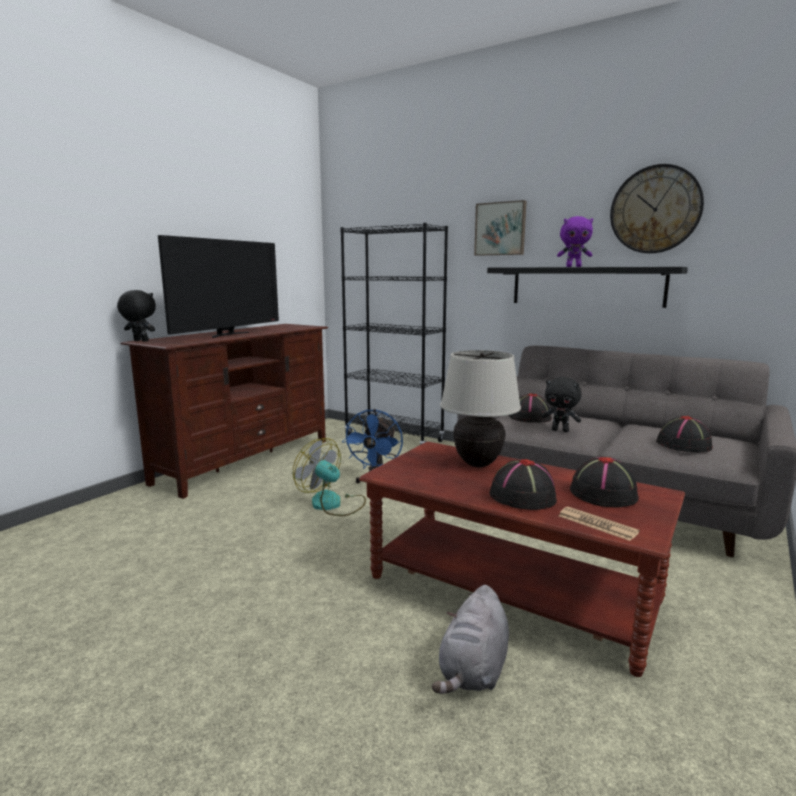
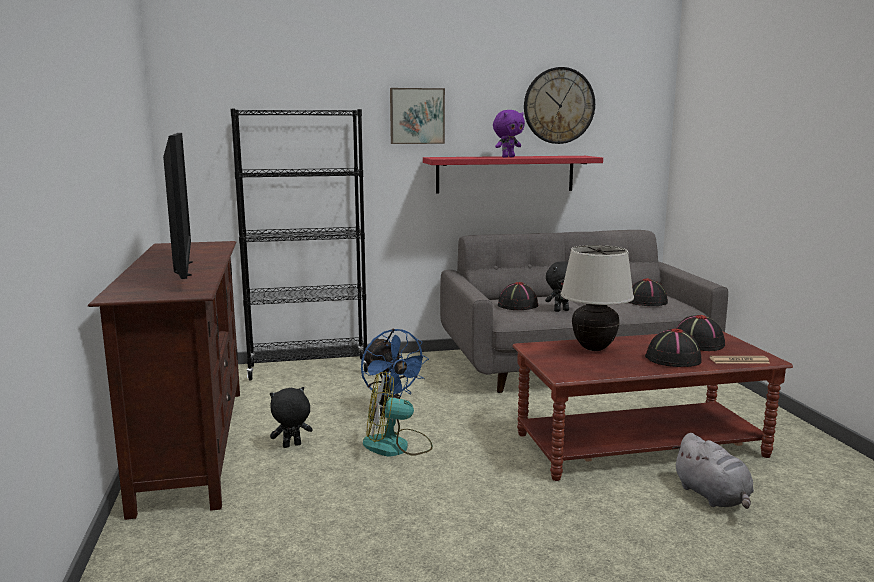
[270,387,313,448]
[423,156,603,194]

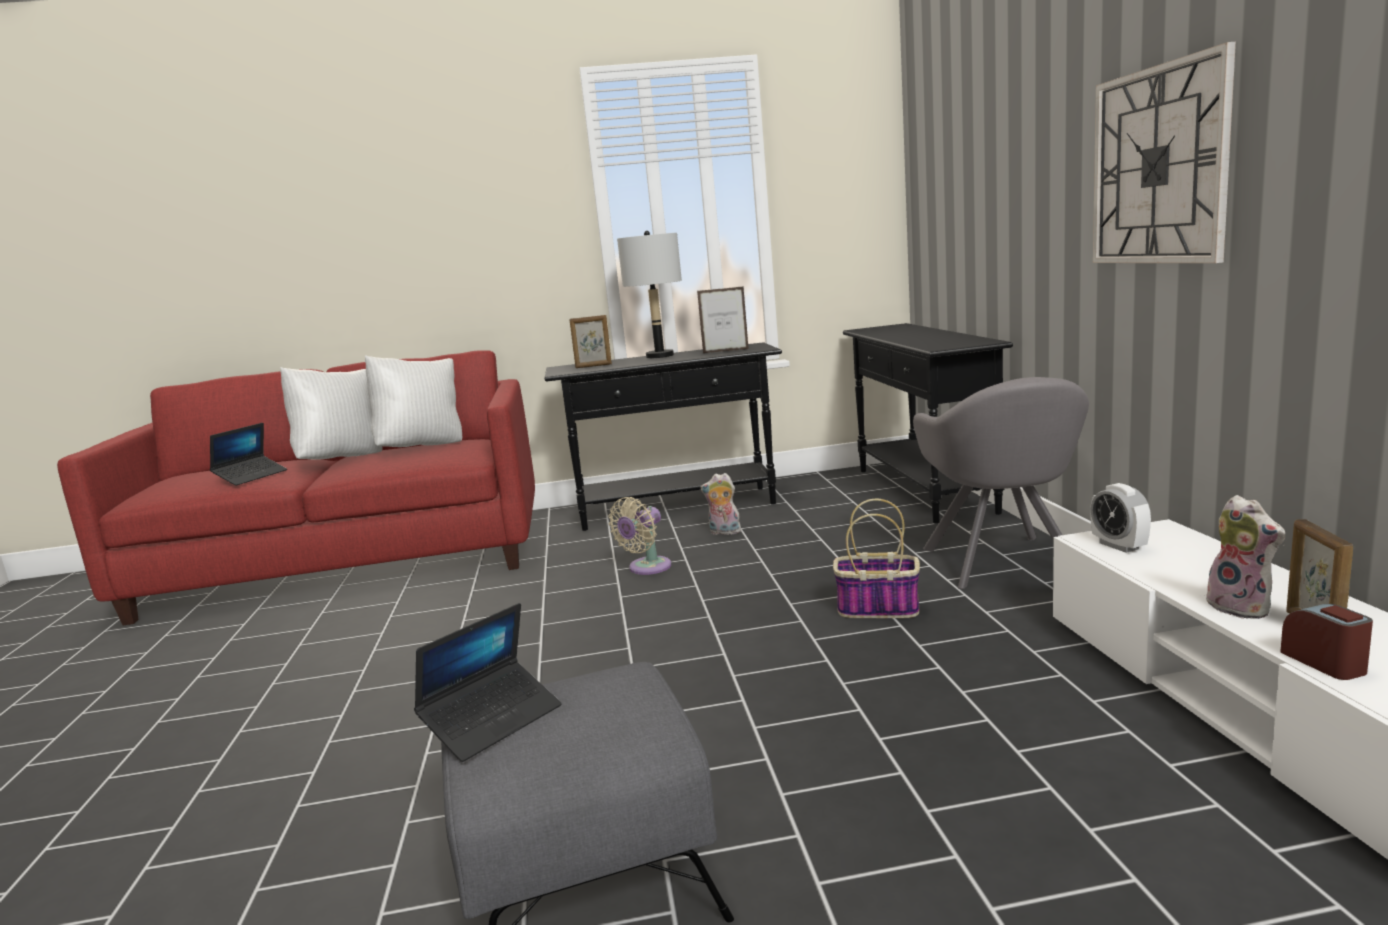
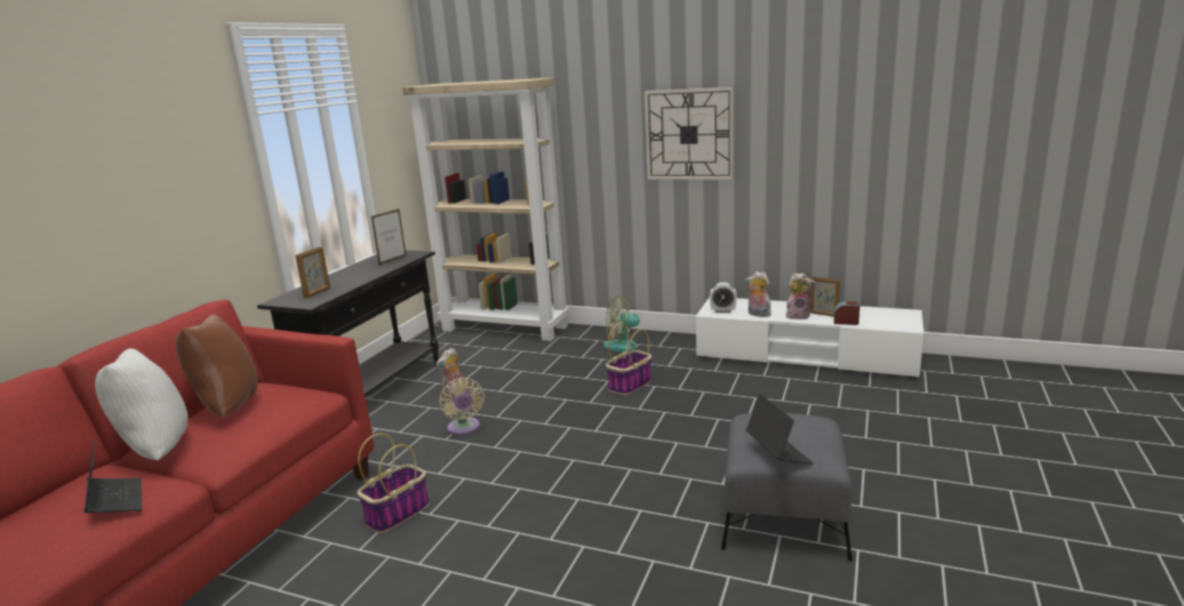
[176,315,258,417]
[357,433,429,533]
[402,78,570,341]
[604,295,653,352]
[745,272,771,317]
[617,231,682,358] (first image)

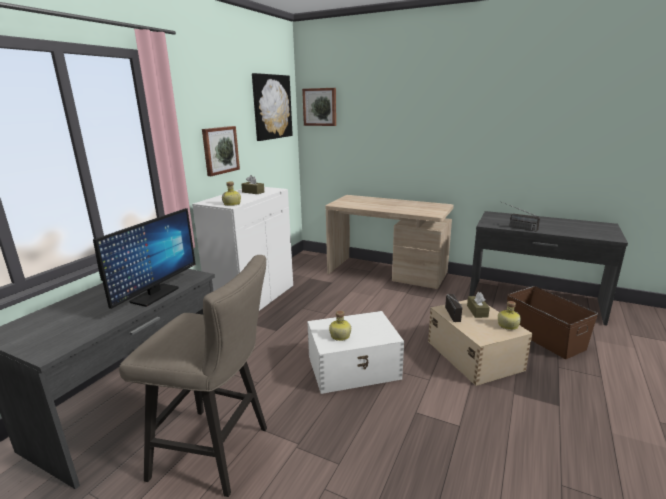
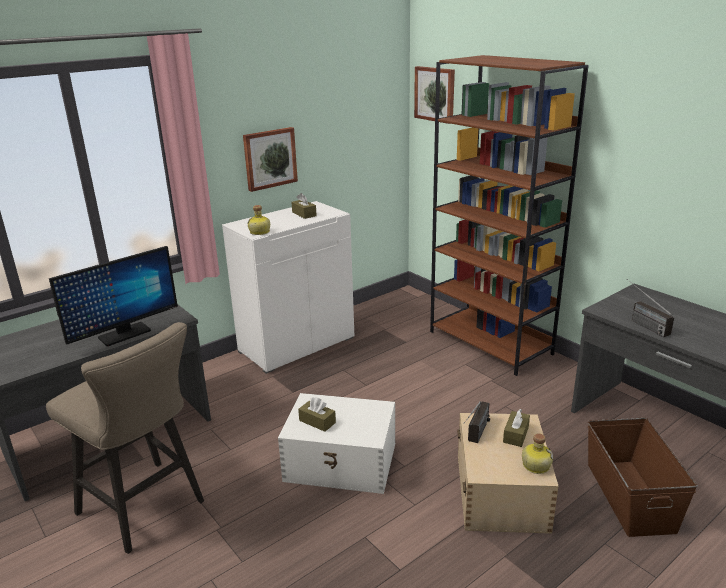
[298,397,336,432]
[430,55,589,376]
[252,73,293,141] (first image)

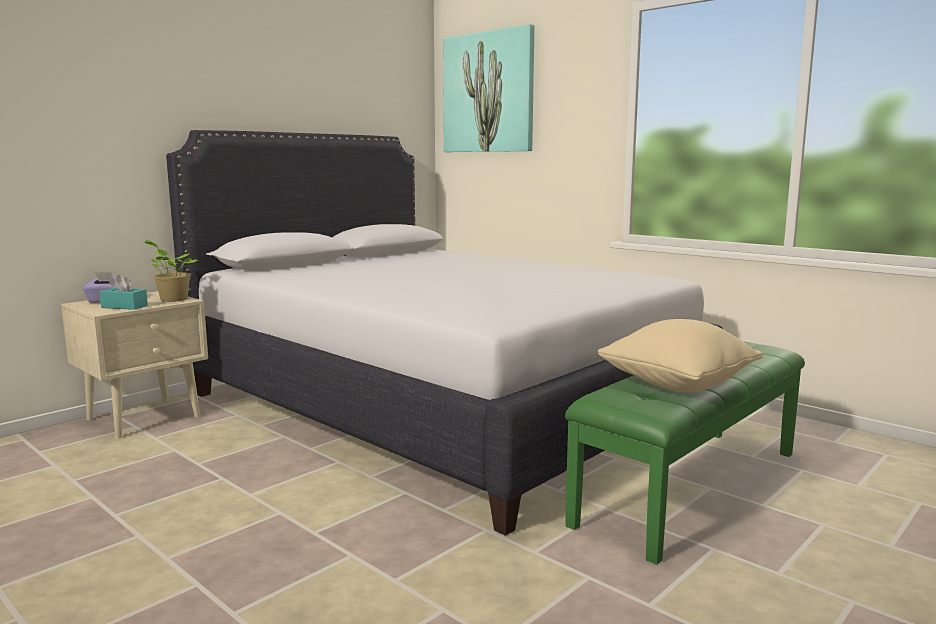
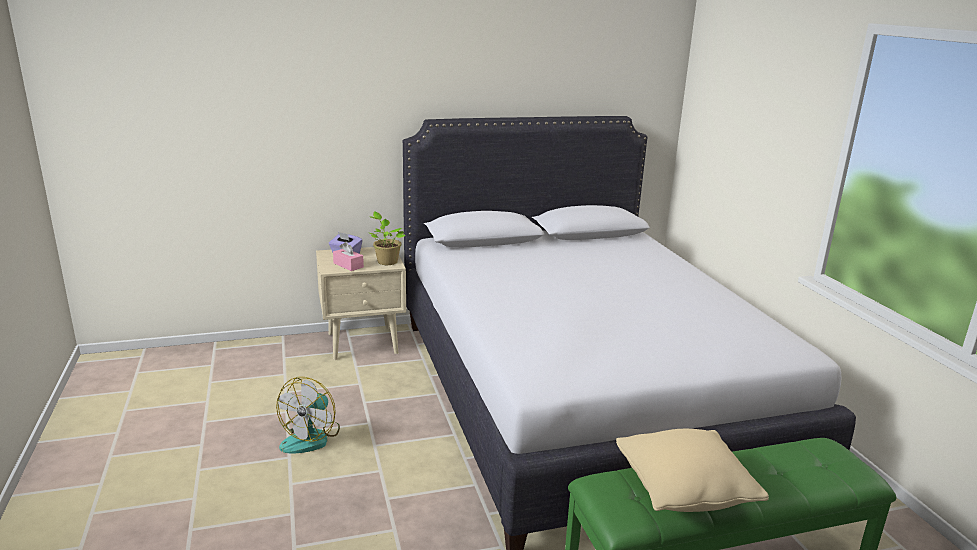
[276,377,340,453]
[333,242,364,271]
[443,24,534,152] (first image)

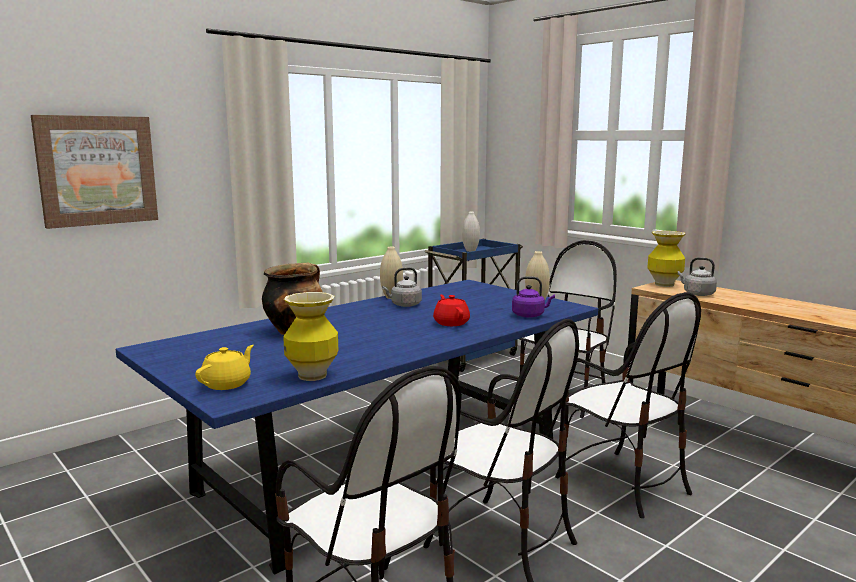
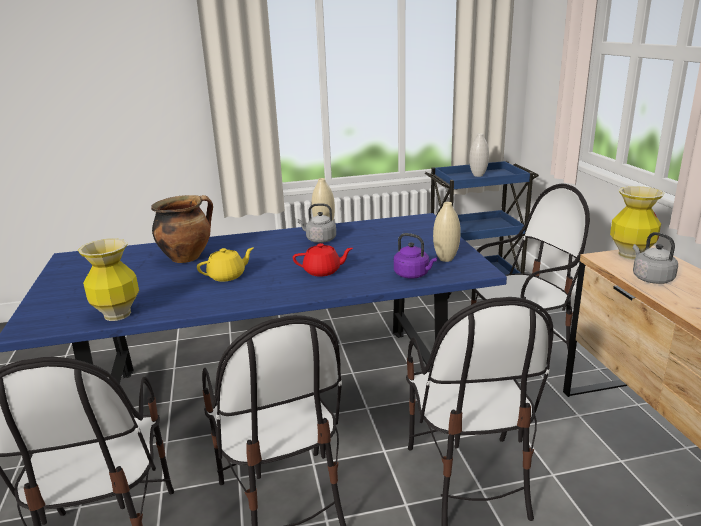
[197,247,254,282]
[293,243,353,277]
[31,115,158,229] (first image)

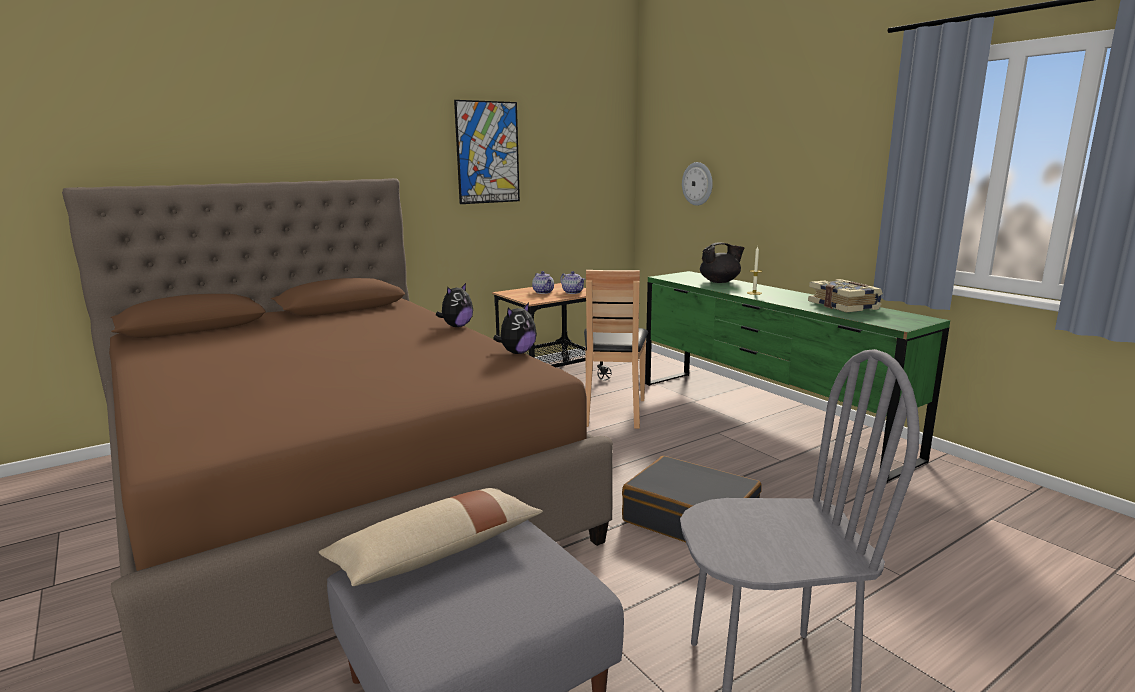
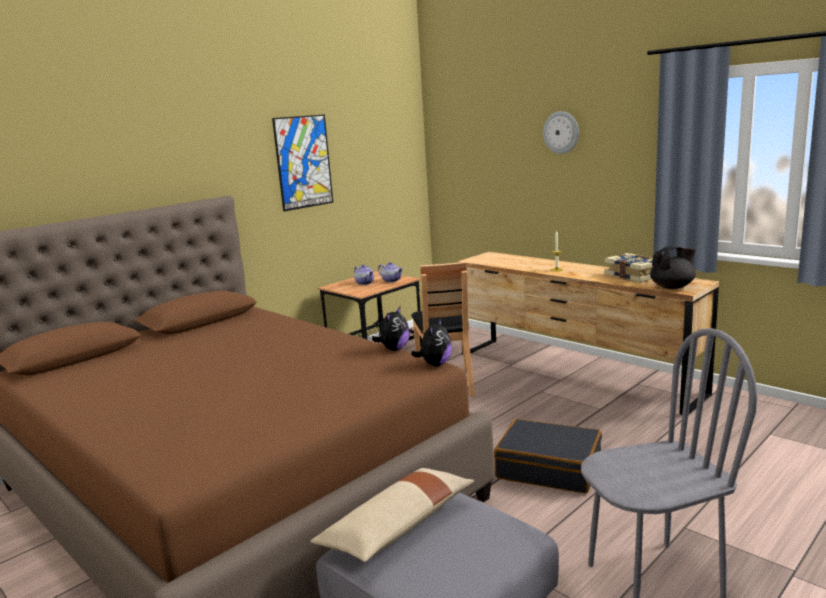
[411,318,452,366]
[458,252,719,415]
[543,111,579,154]
[650,246,696,289]

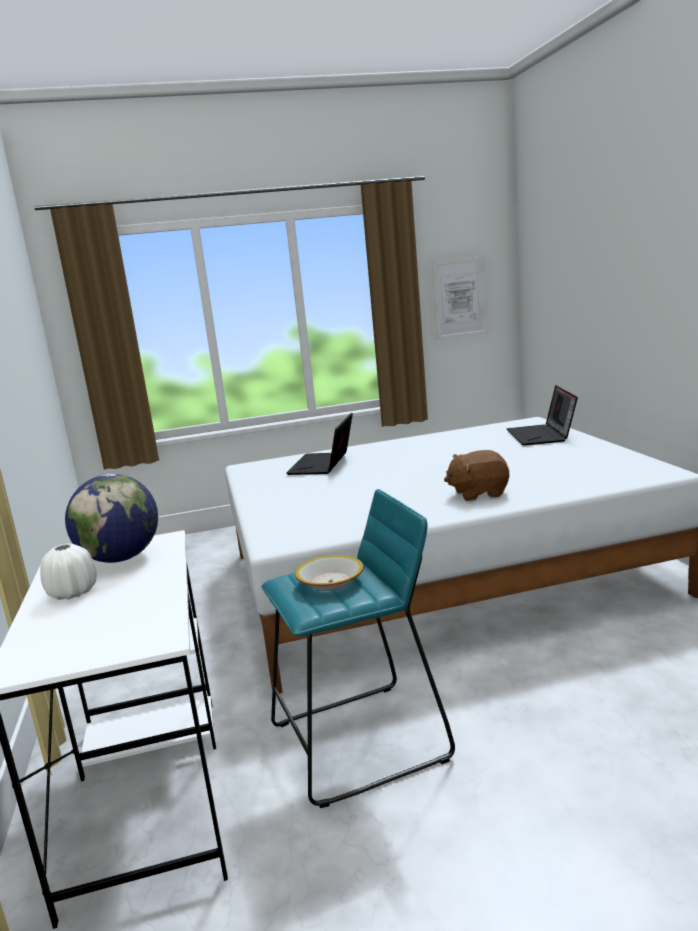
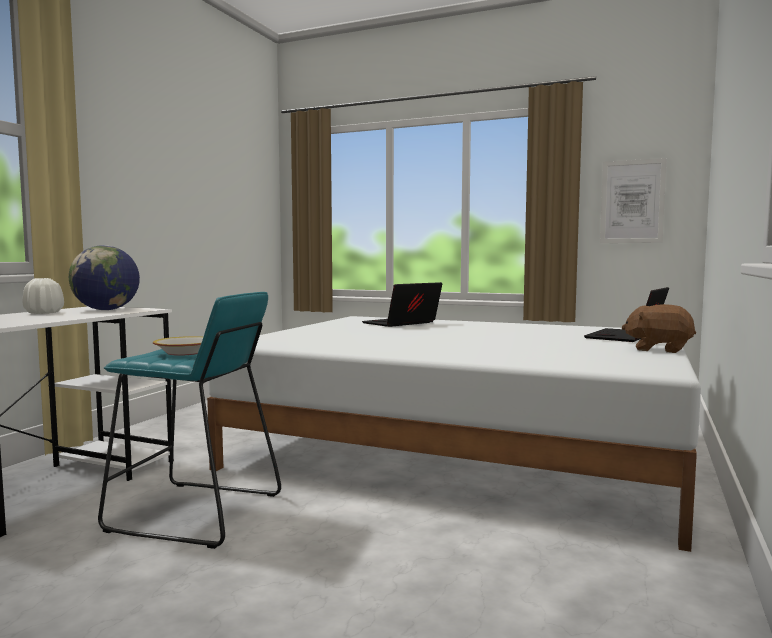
[621,304,696,353]

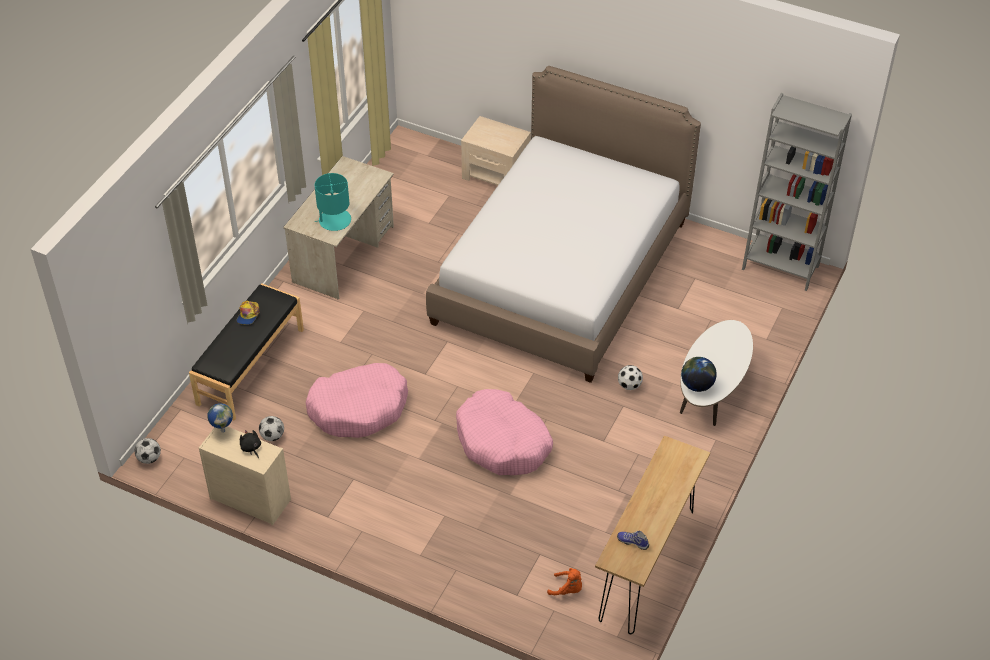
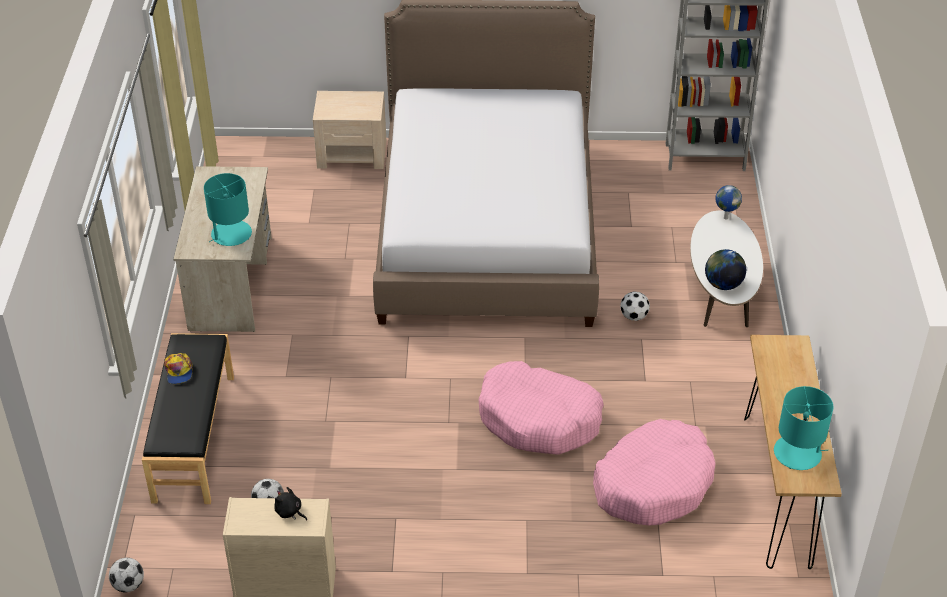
[593,419,716,526]
[716,185,742,219]
[774,386,834,470]
[547,568,582,595] (first image)

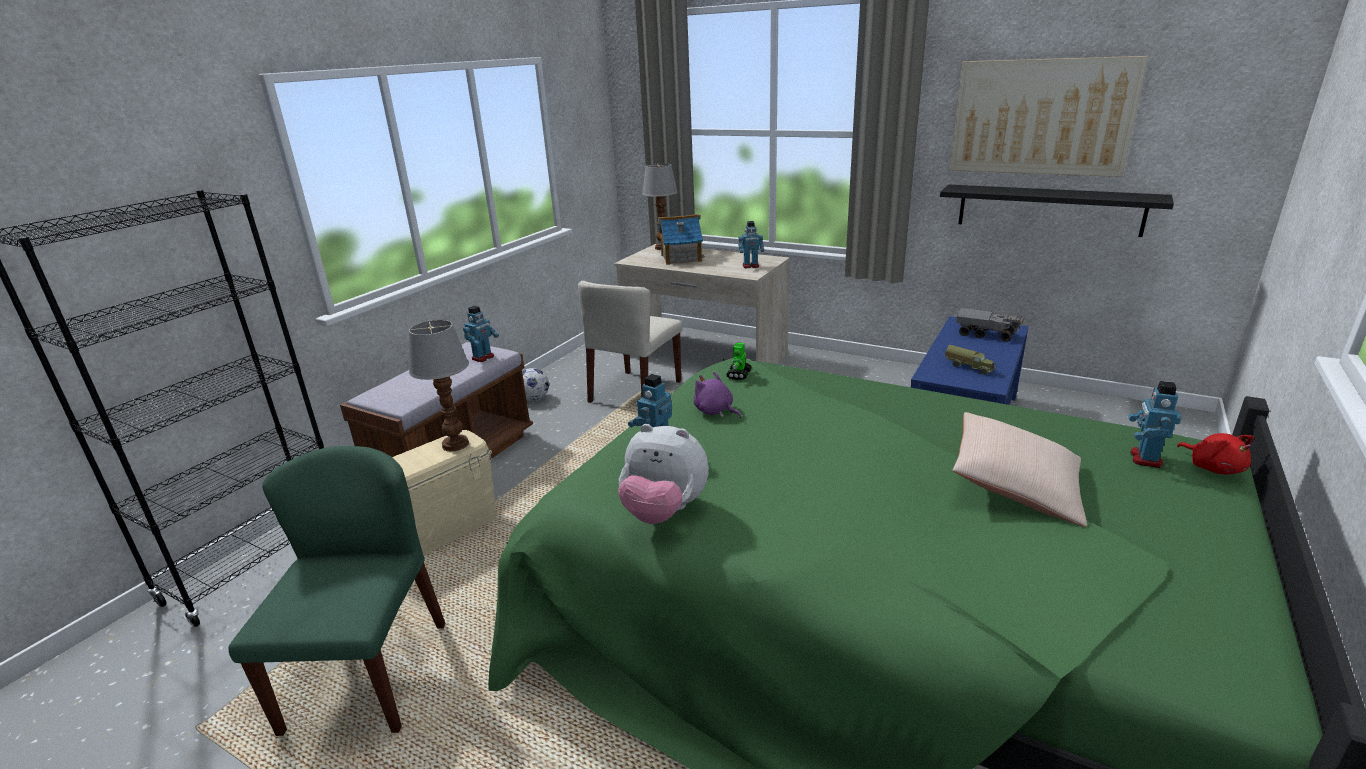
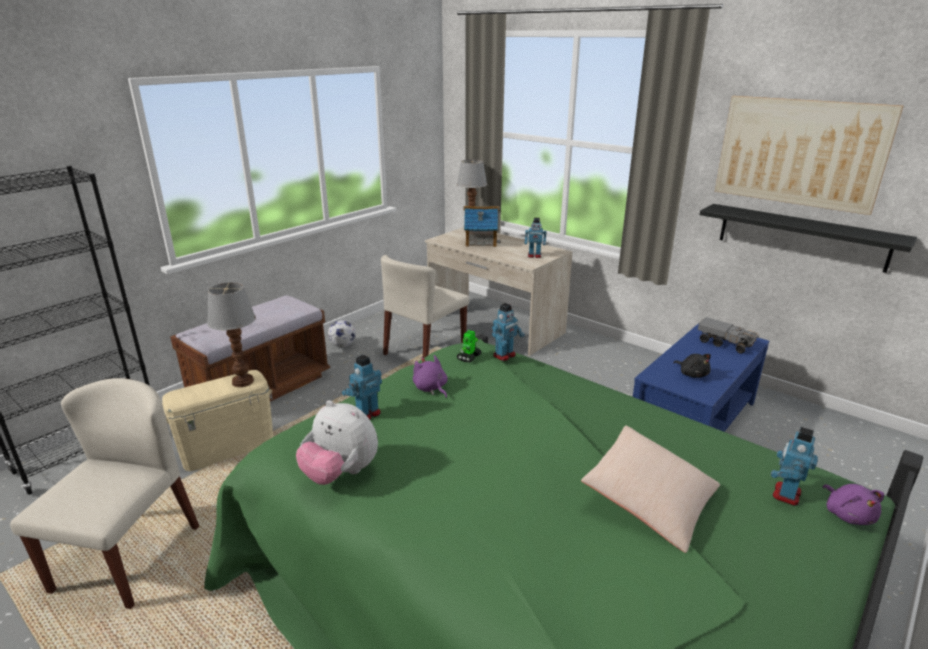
[10,378,199,609]
[492,303,525,361]
[673,354,711,378]
[823,484,884,525]

